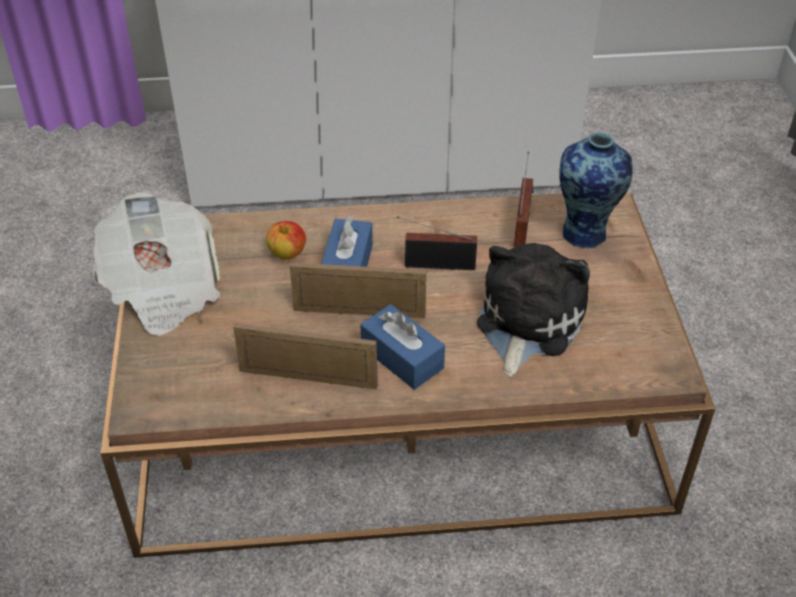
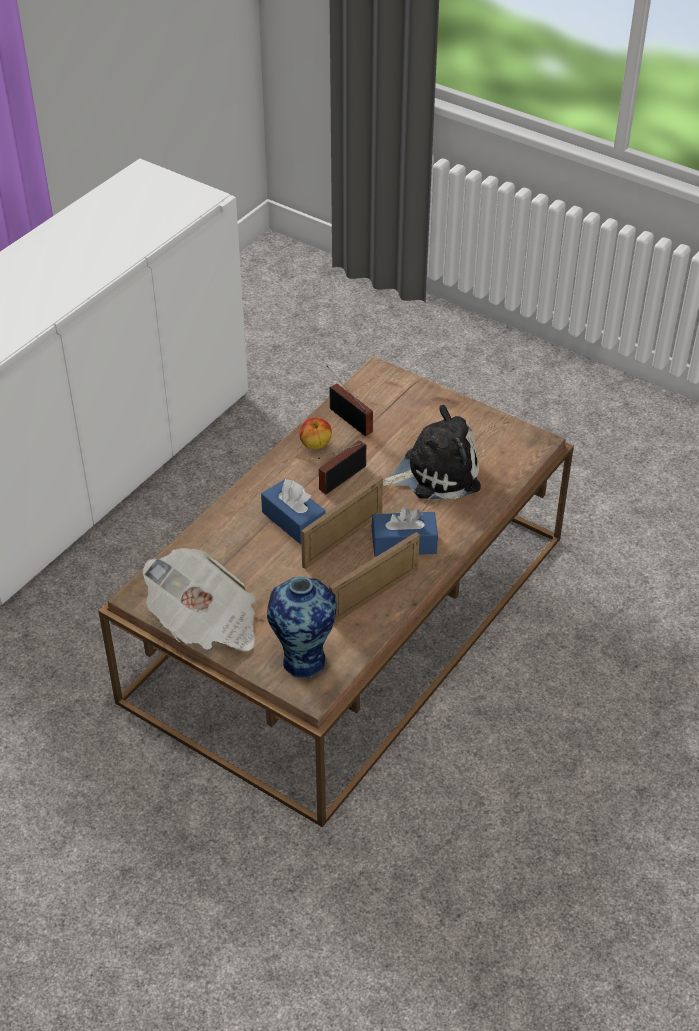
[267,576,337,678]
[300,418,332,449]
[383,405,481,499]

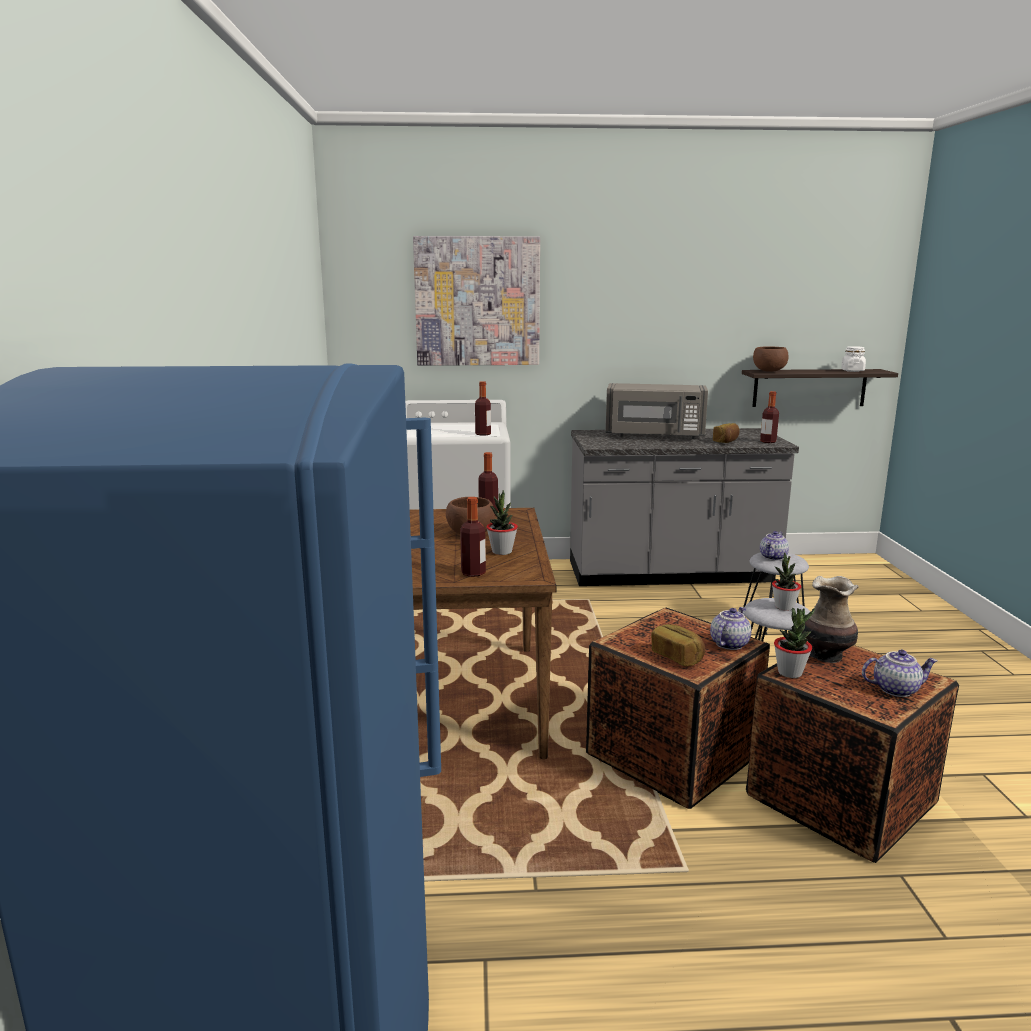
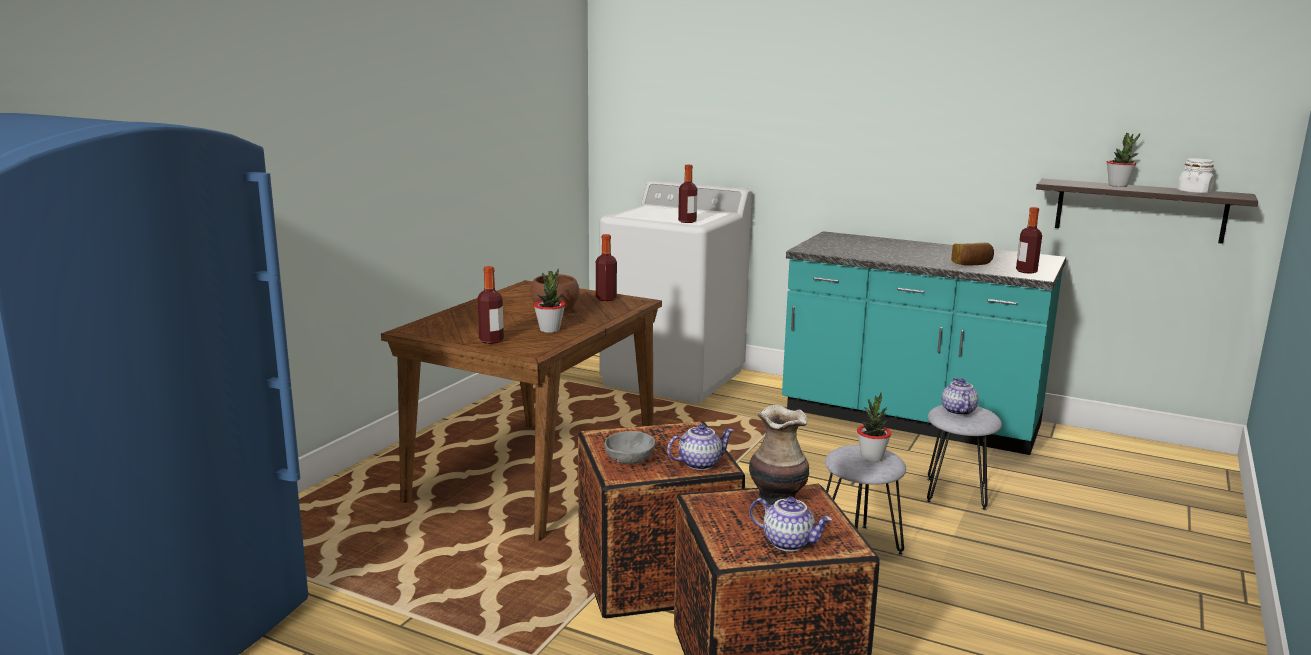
[605,431,655,464]
[782,231,1066,455]
[942,378,978,416]
[1107,133,1140,187]
[413,236,540,366] (first image)
[606,383,708,439] (first image)
[753,346,788,372] (first image)

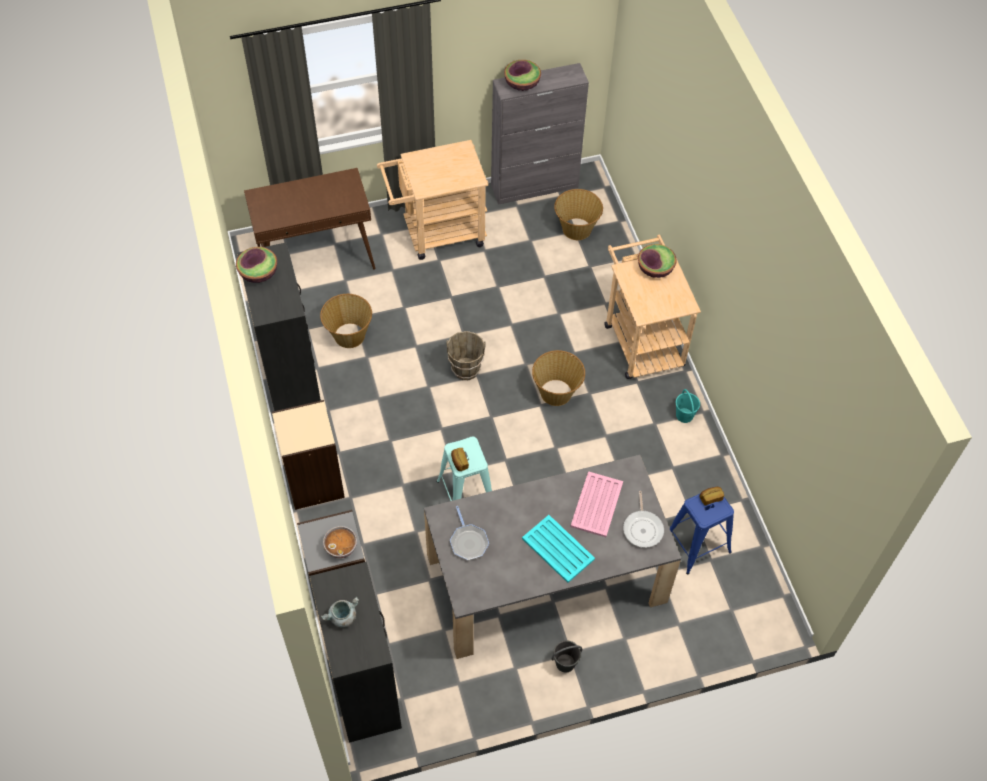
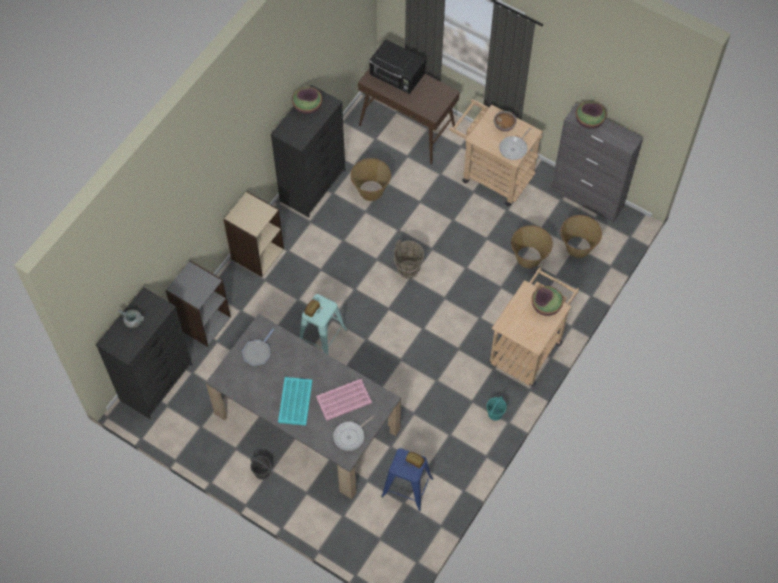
[369,39,426,94]
[494,111,516,131]
[499,128,531,160]
[511,225,553,268]

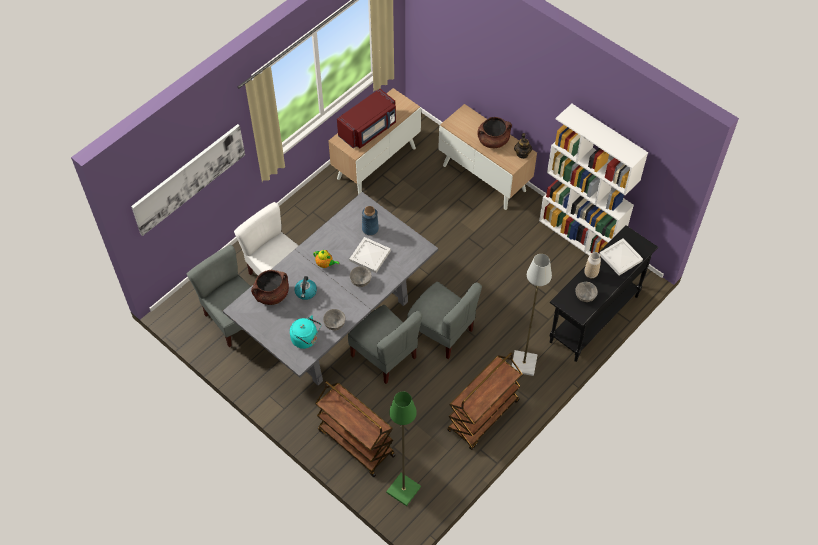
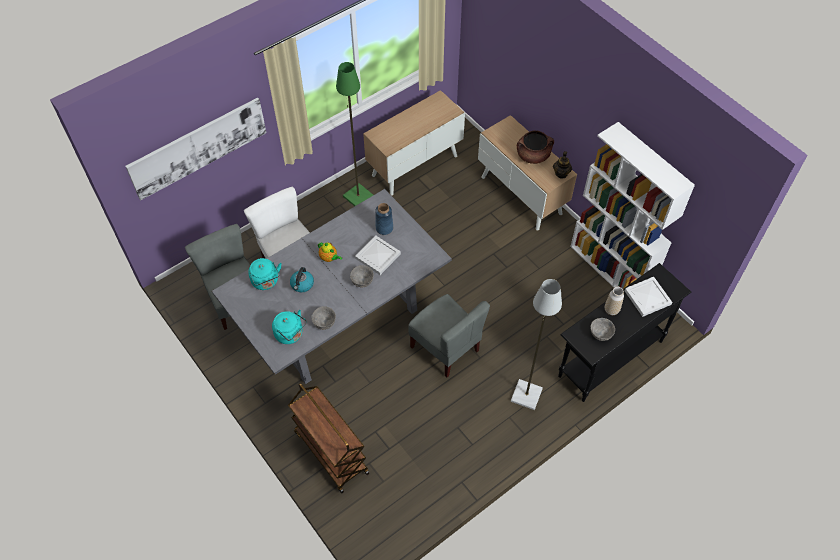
[248,258,282,290]
[336,62,373,206]
[337,89,396,149] (first image)
[348,305,422,384] (first image)
[447,353,522,450] (first image)

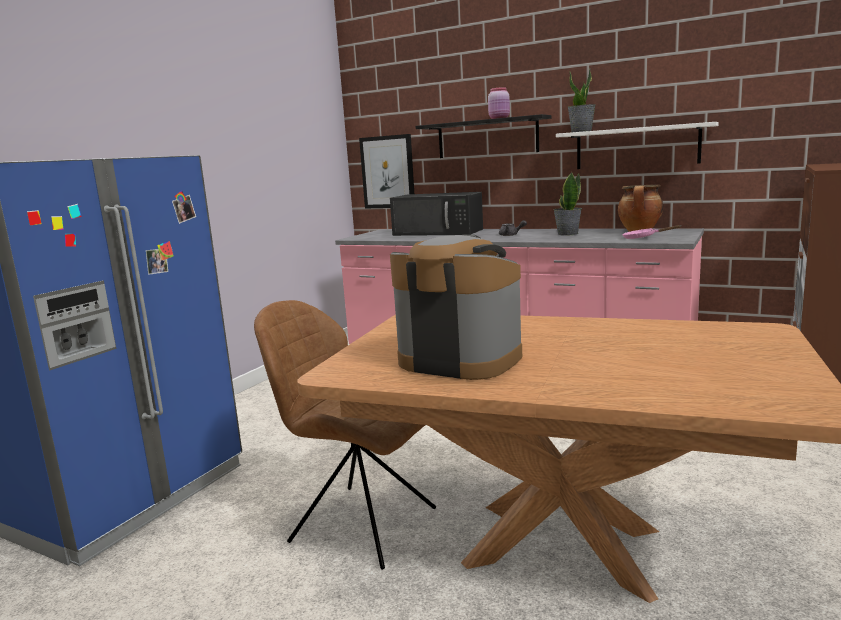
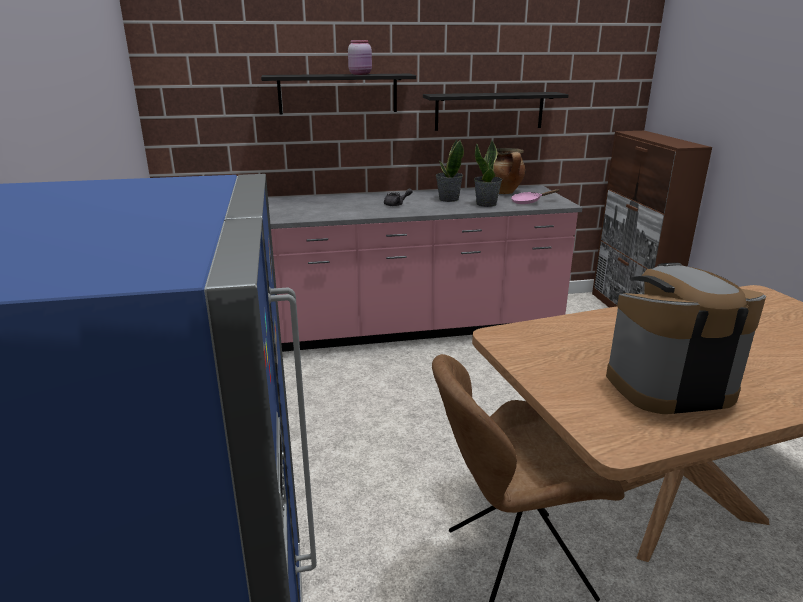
[423,92,569,131]
[474,140,502,207]
[359,134,414,208] (first image)
[390,192,483,236] (first image)

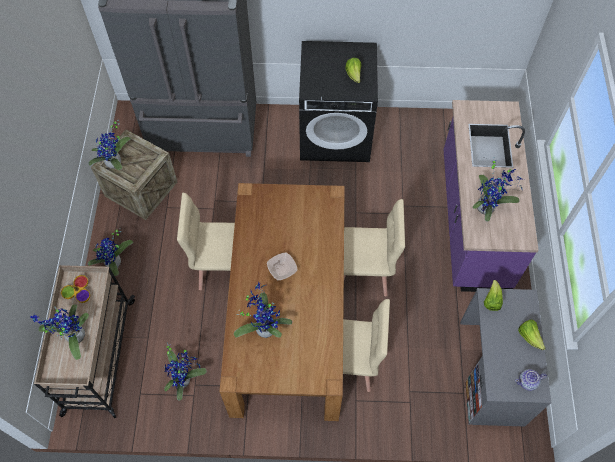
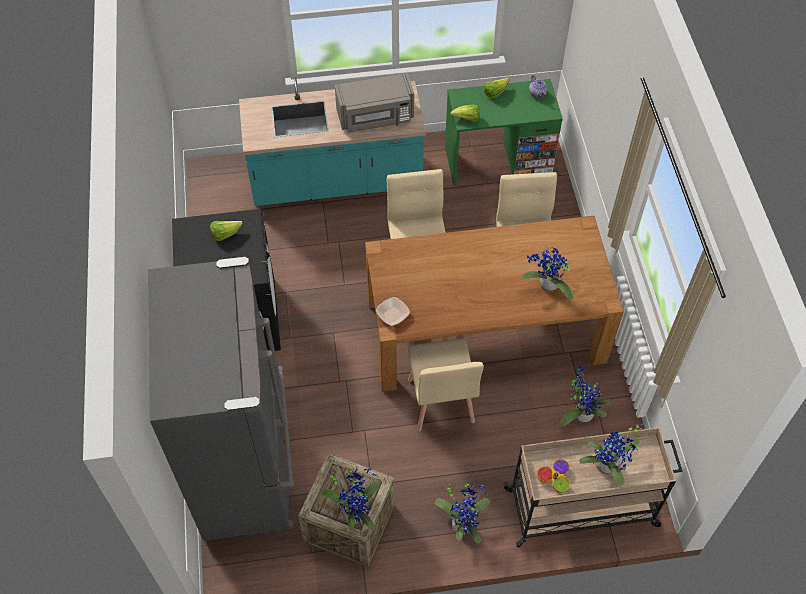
[239,77,426,206]
[335,73,414,133]
[376,297,410,326]
[445,79,563,186]

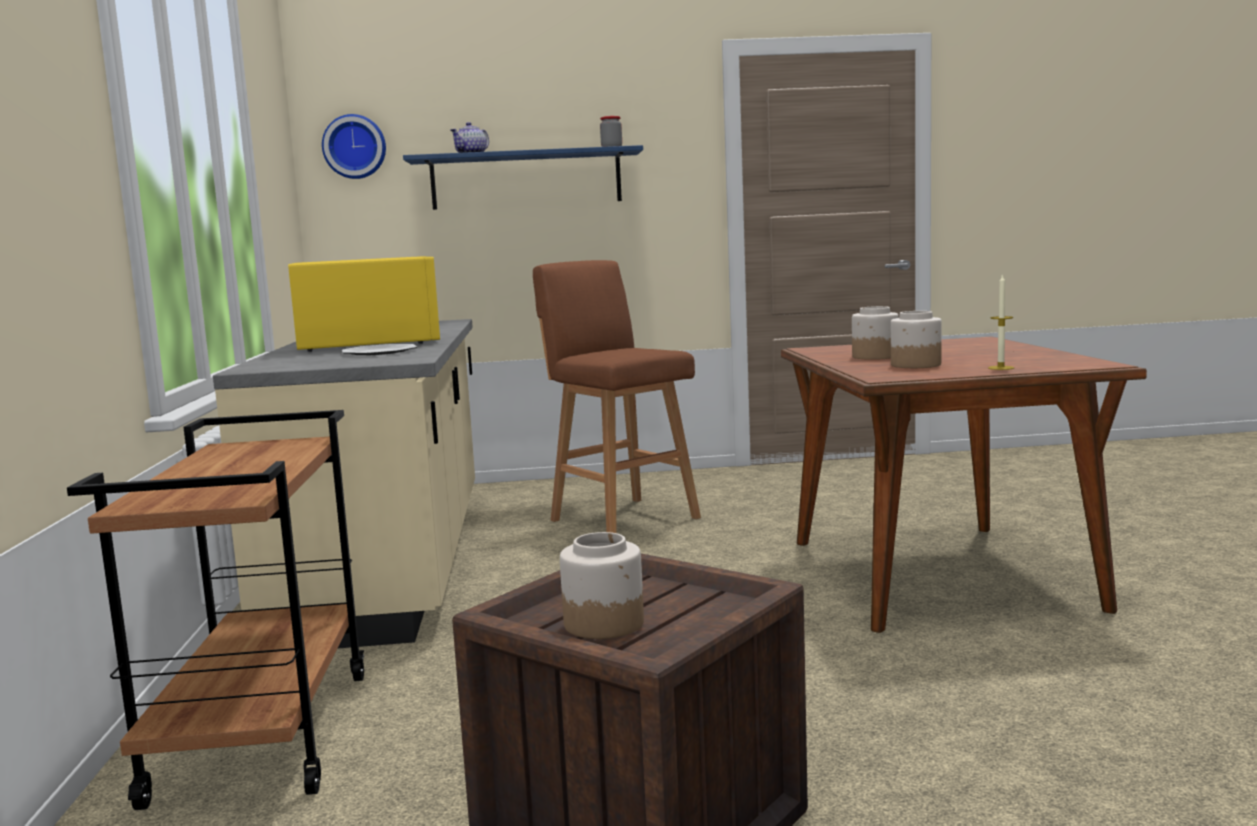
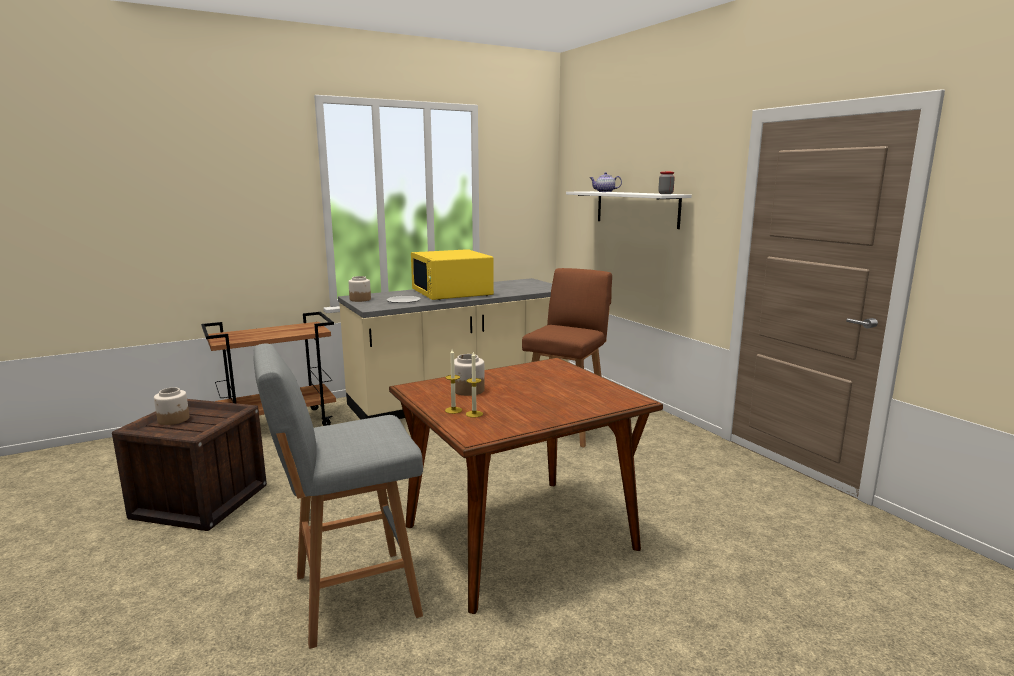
[254,344,423,649]
[348,276,371,302]
[411,249,494,300]
[466,351,483,418]
[566,191,692,229]
[322,114,386,179] (first image)

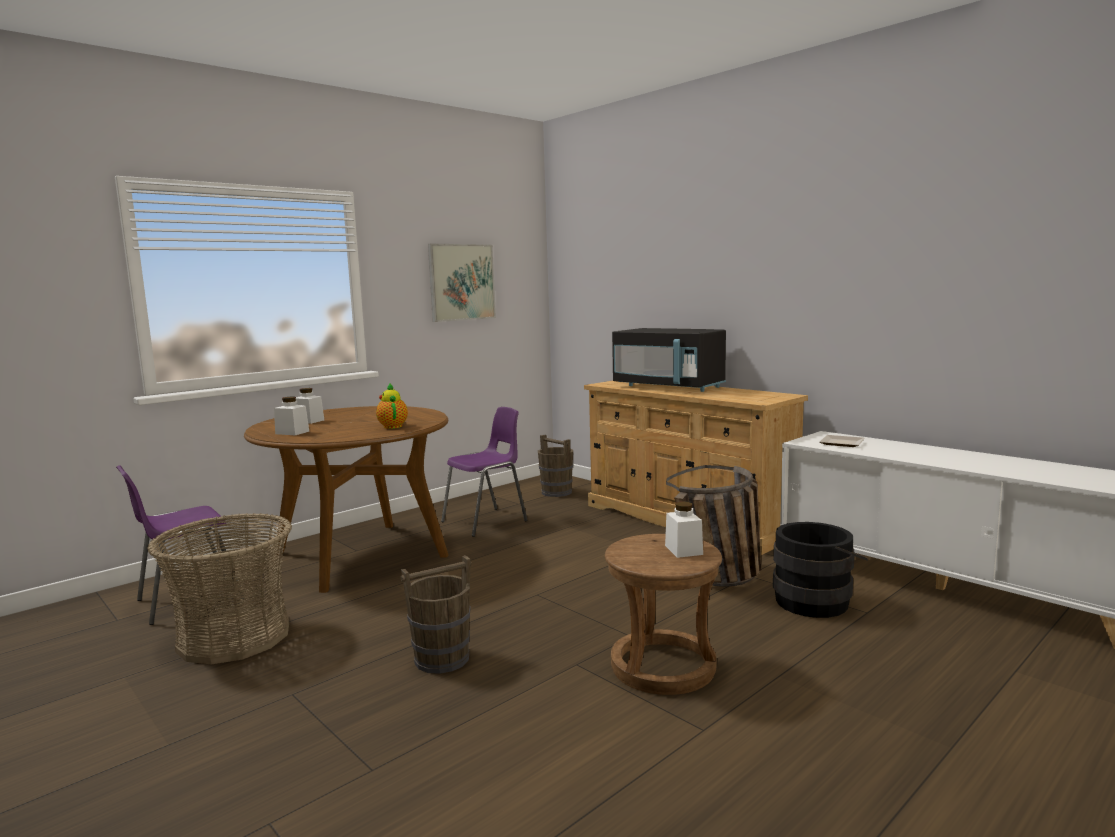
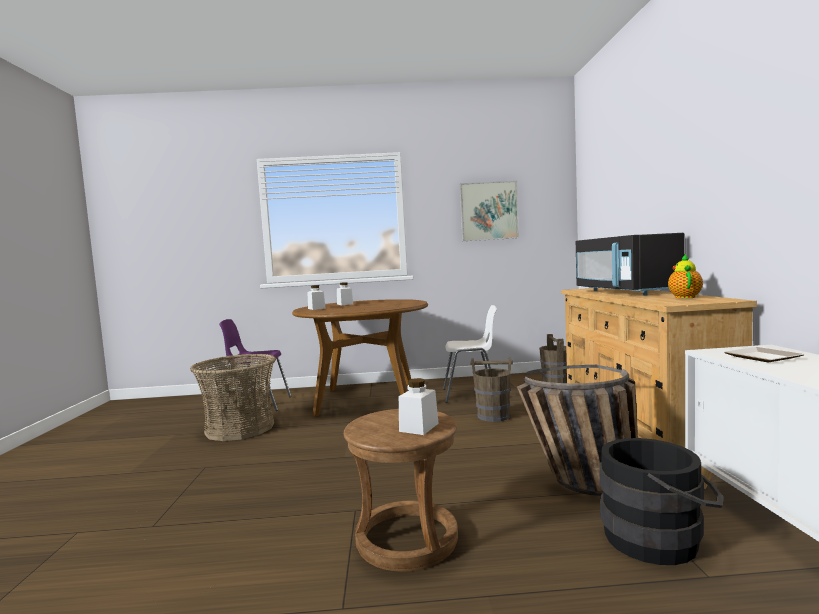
[443,305,497,403]
[470,358,513,422]
[668,254,703,298]

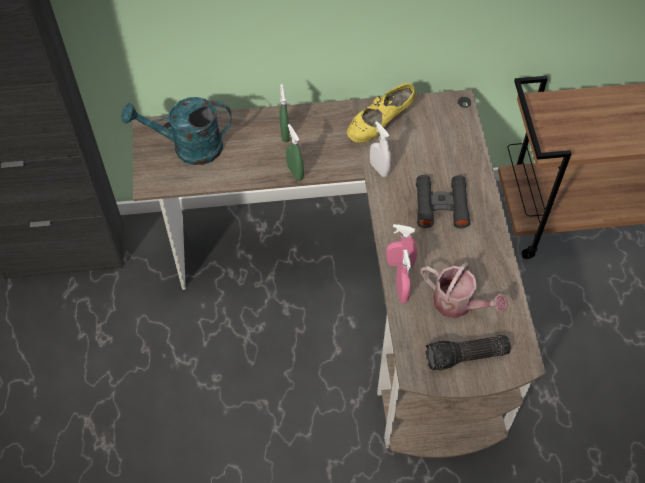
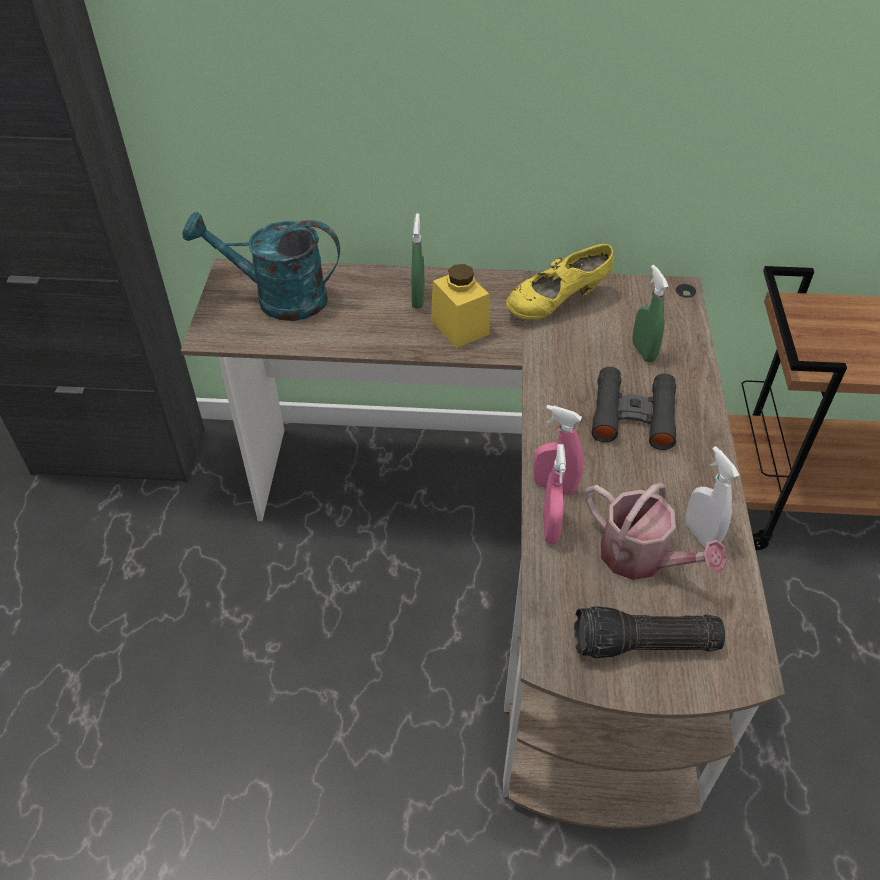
[431,264,489,348]
[632,265,669,362]
[685,446,739,548]

